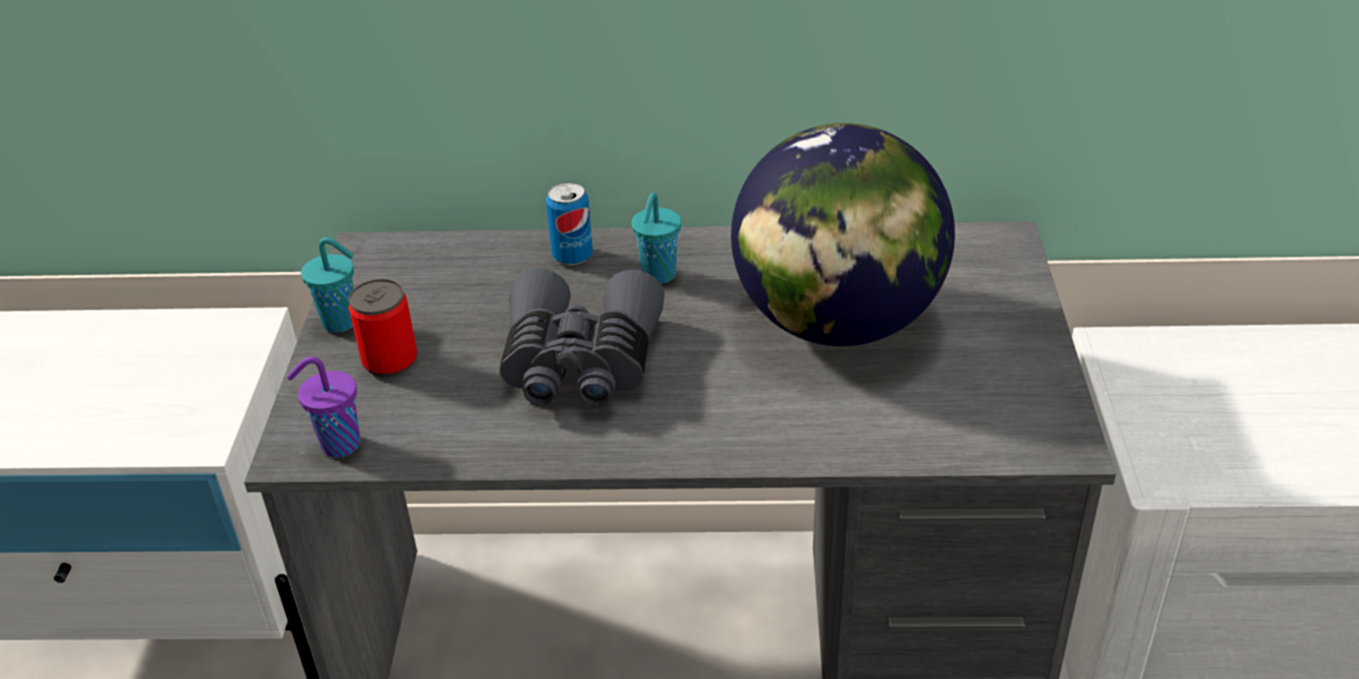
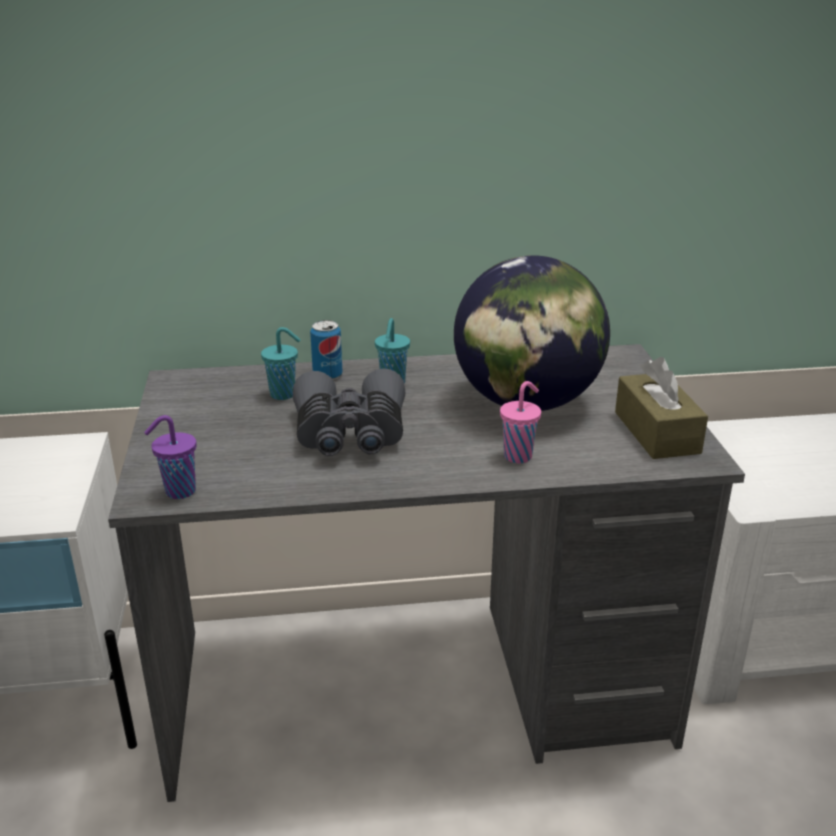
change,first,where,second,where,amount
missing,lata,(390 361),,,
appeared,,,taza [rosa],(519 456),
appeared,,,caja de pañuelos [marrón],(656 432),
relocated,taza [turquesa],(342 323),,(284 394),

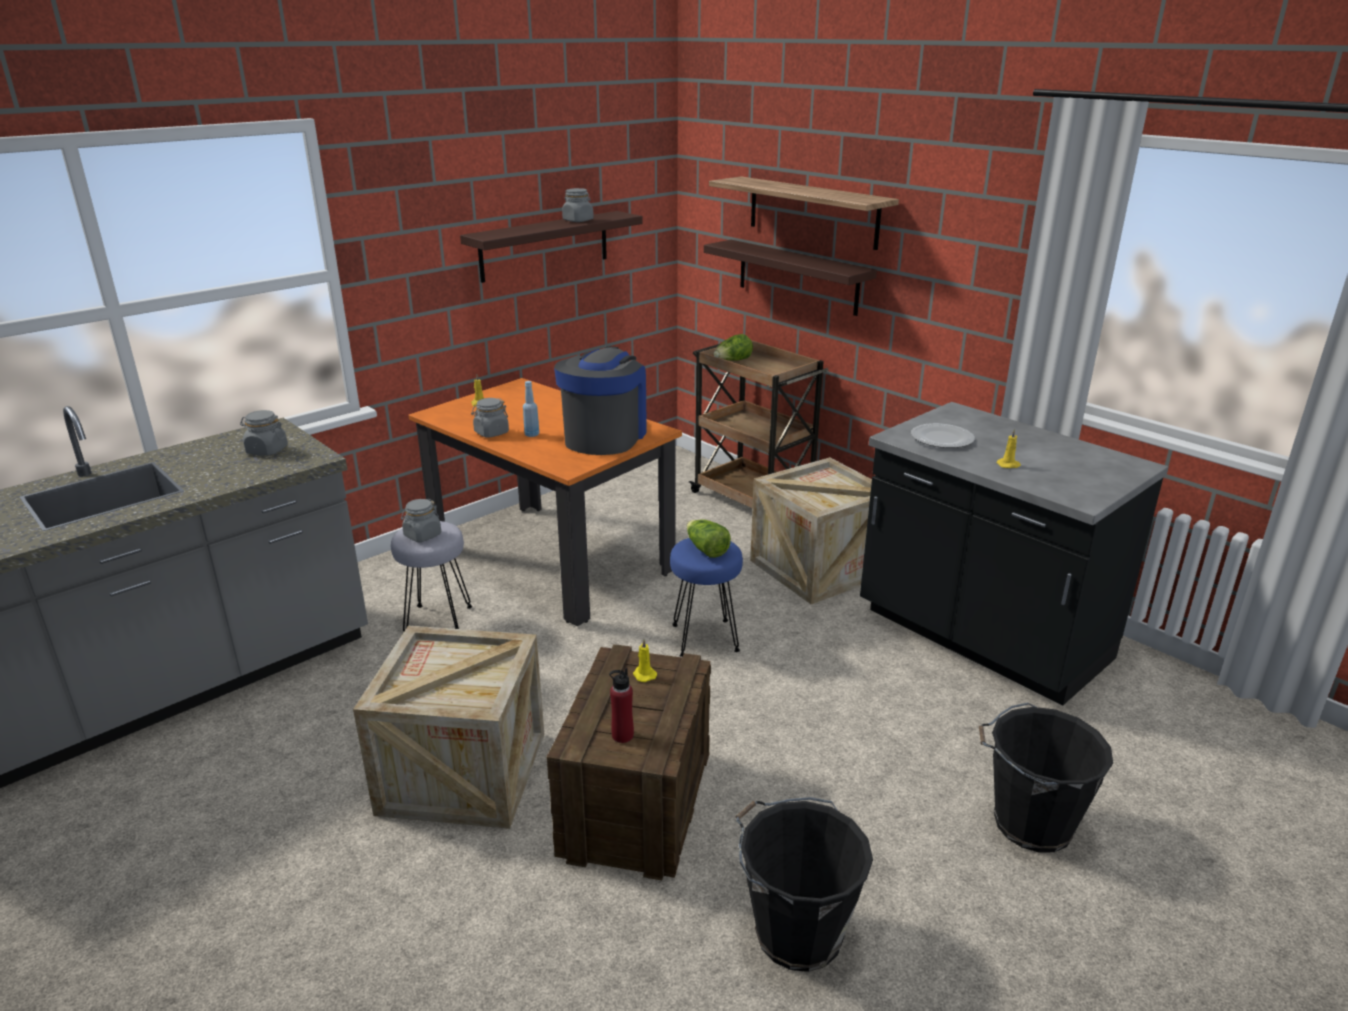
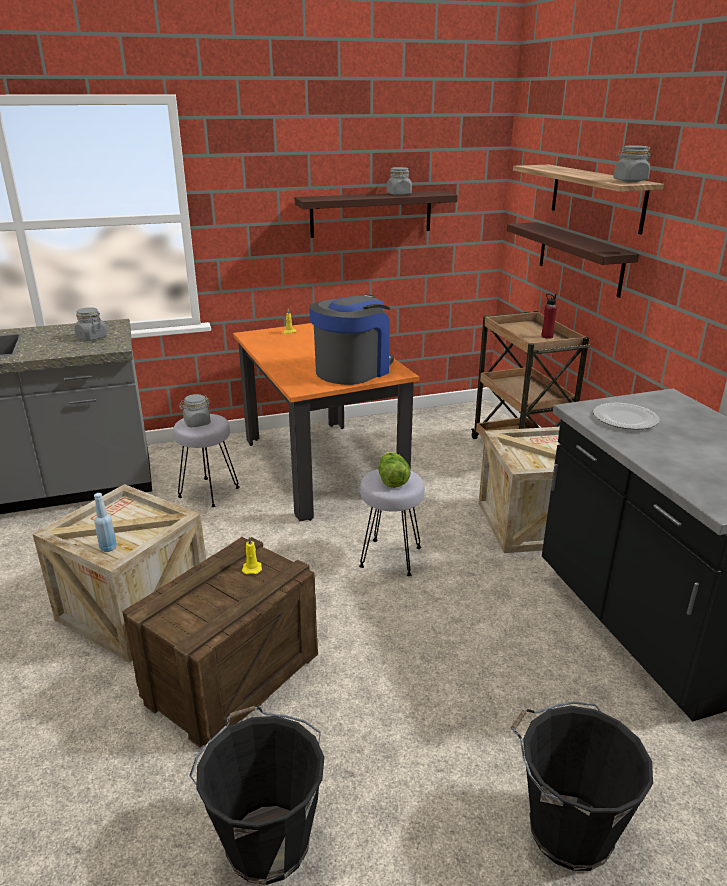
change,first,where,second,where,amount
missing,lechuga,(733 361),,,
missing,vela [amarillo],(1009 465),,,
relocated,tarro [gris],(491 433),,(630 181),
relocated,botella [azul],(532 434),,(108 548),
relocated,botella [rojo],(622 735),,(547 336),
colour,taburete [azul],(704 638),taburete [gris],(390 558),

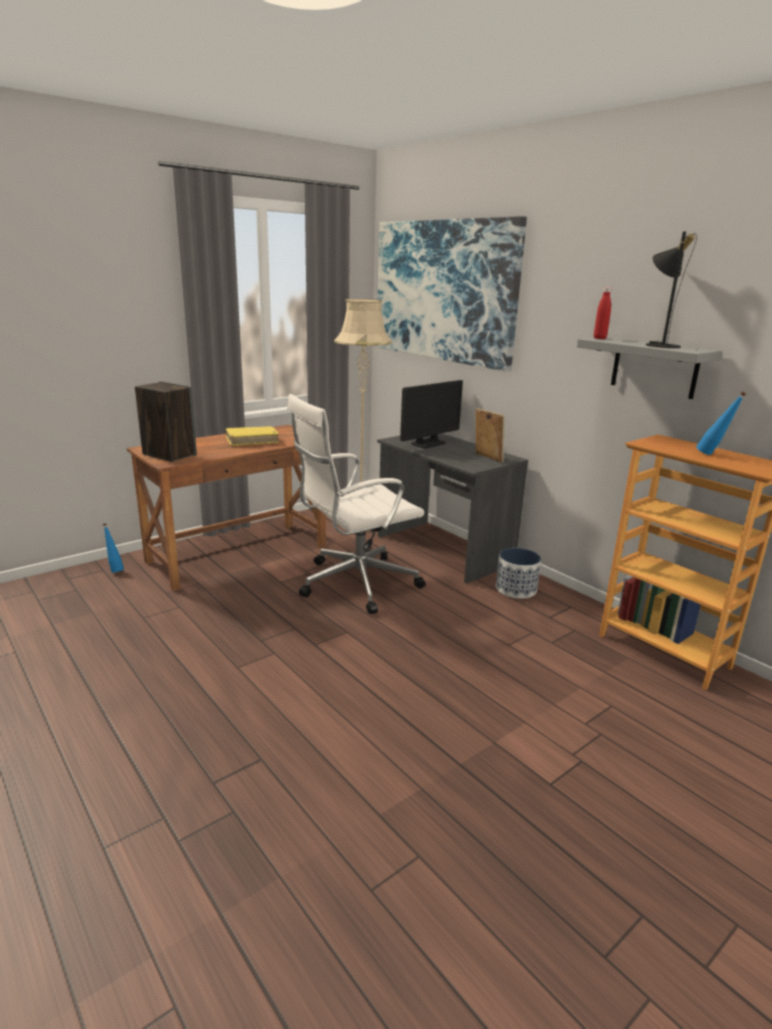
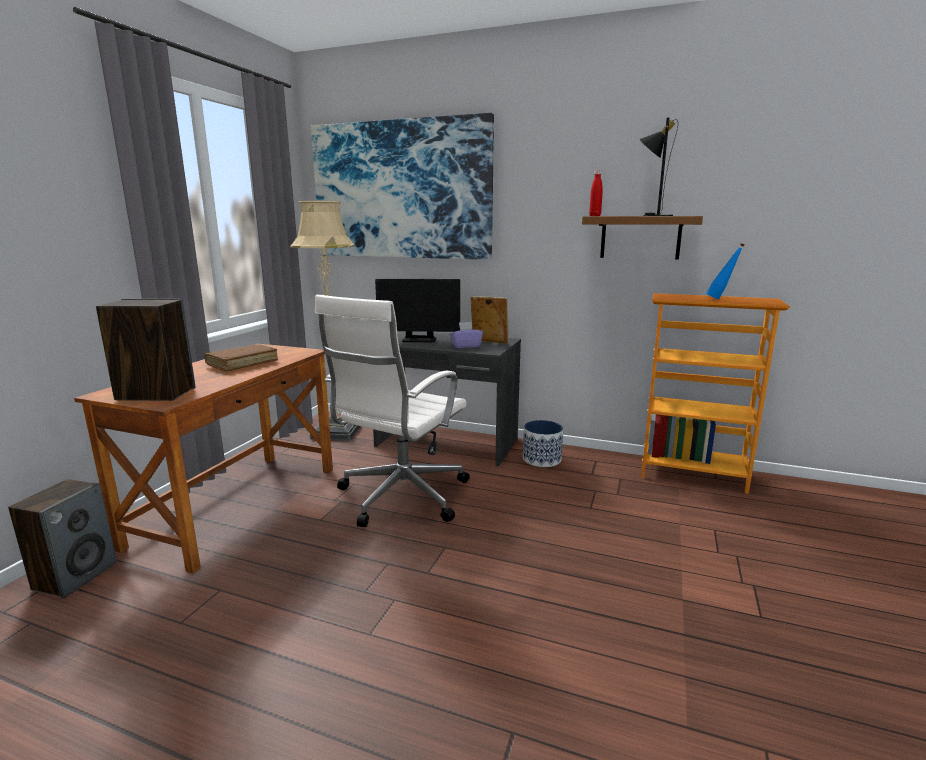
change,first,where,second,where,amount
appeared,,,caja de pañuelos [morado],(465 346),
exchanged,botella [azul],(115 570),altavoz,(75 576),
colour,libro [amarillo],(252 441),libro [marrón],(242 363),
colour,estante [gris],(654 367),estante [marrón],(640 237),
spun,monitor,(428 443),,(419 339),75 degrees clockwise

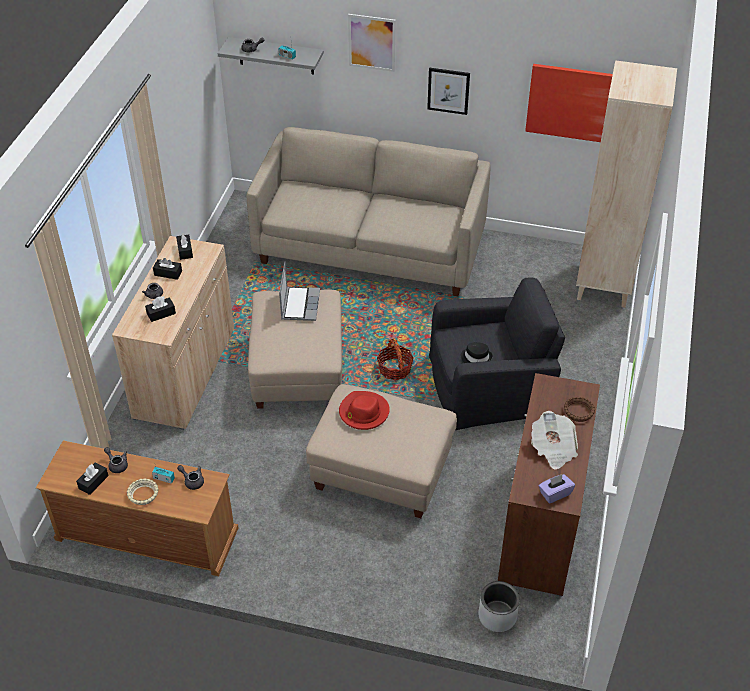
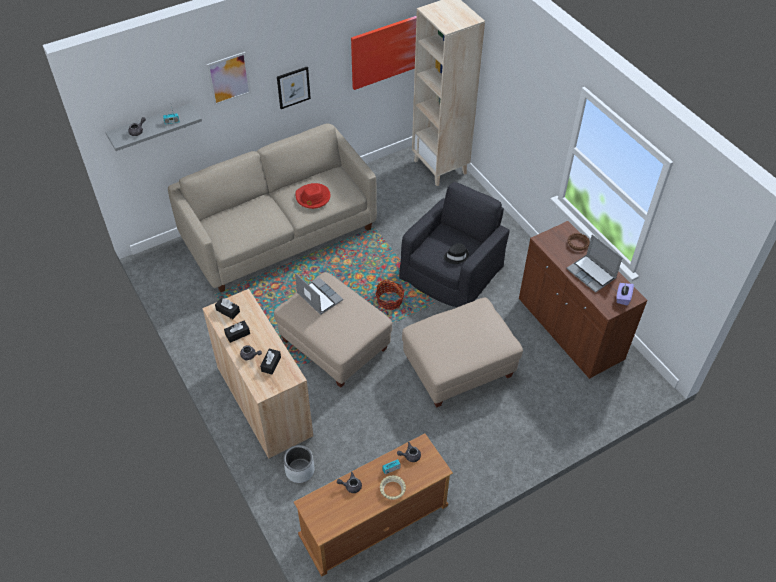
change,first,where,second,where,amount
missing,caja de pañuelos [negro],(93 482),,,
relocated,sombrero [rojo],(363 412),,(313 197),
relocated,maceta [gris],(497 616),,(300 470),
exchanged,periódico,(553 449),portátil,(592 274),

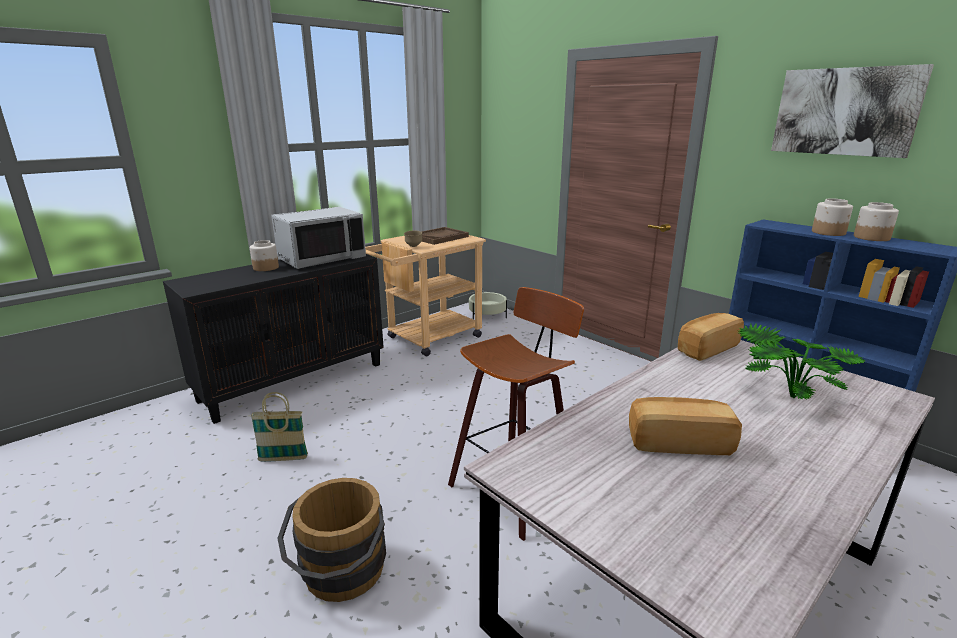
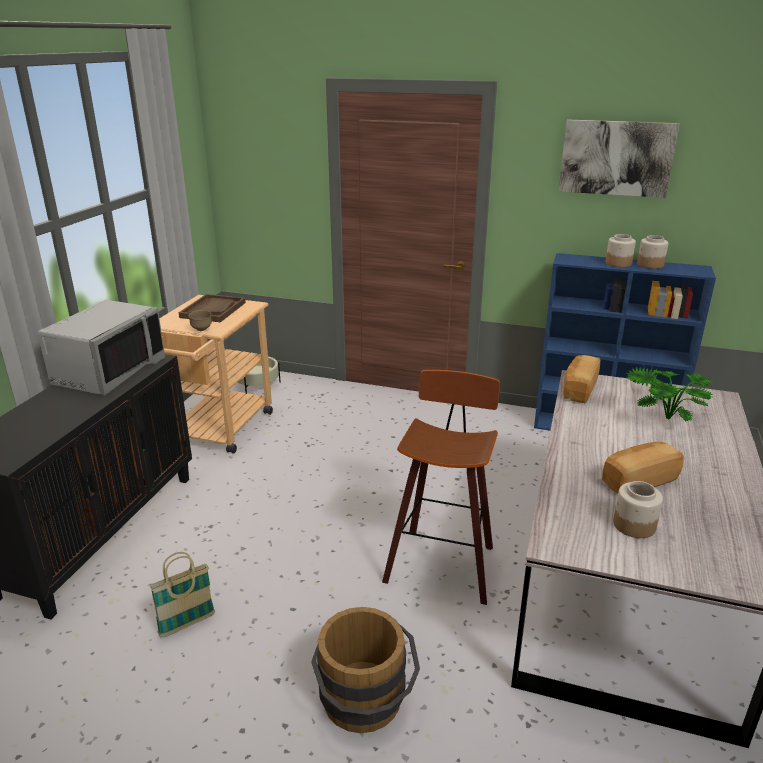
change,first,where,second,where,amount
relocated,tarro,(265 268),,(633 525),

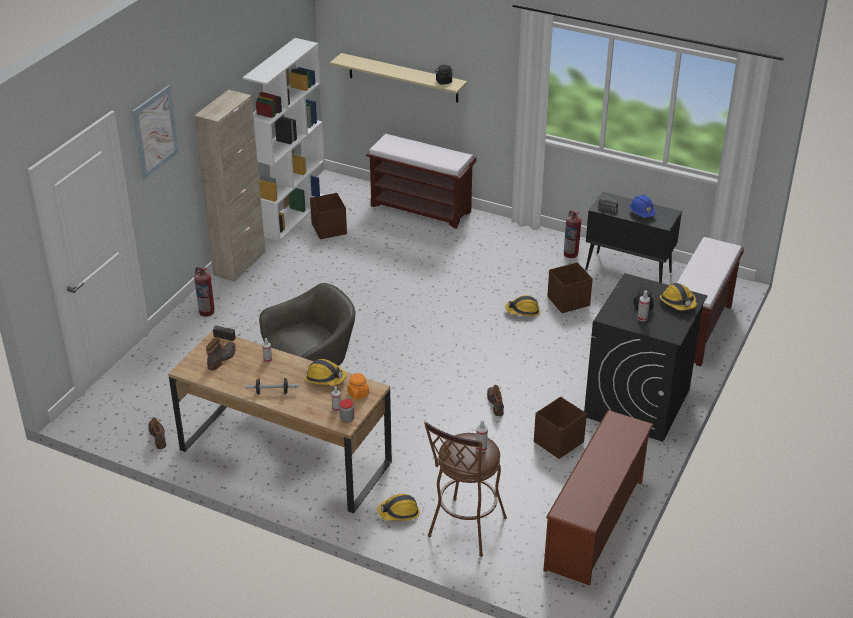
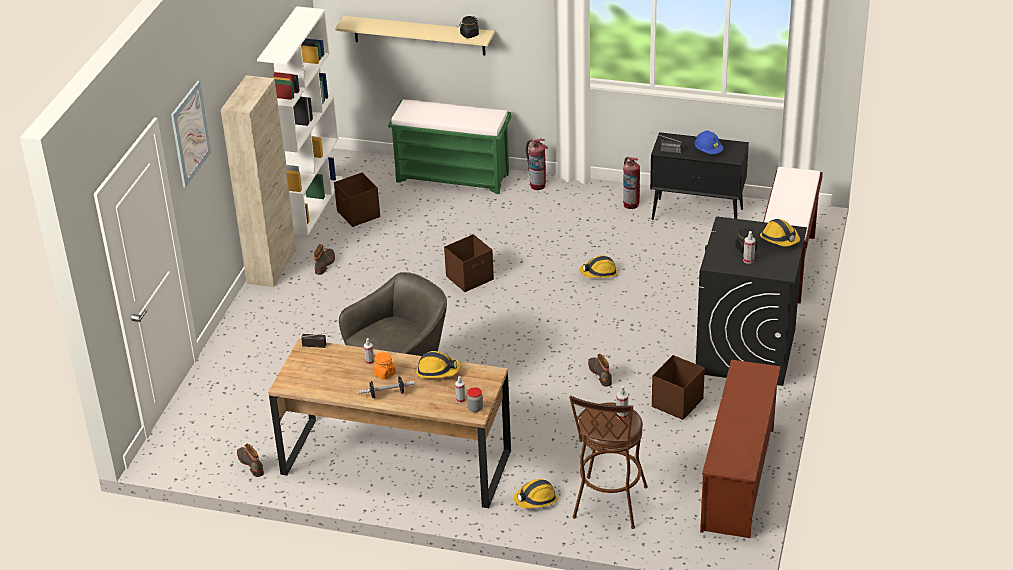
change,first,where,second,where,amount
relocated,extintor,(206 311),,(537 185),
relocated,bota,(222 358),,(325 263),
relocated,tarro [naranja],(358 393),,(384 373),
relocated,caja de almacenaje [marrón],(569 301),,(470 278),
colour,banco [marrón],(422 208),banco [verde],(454 177),

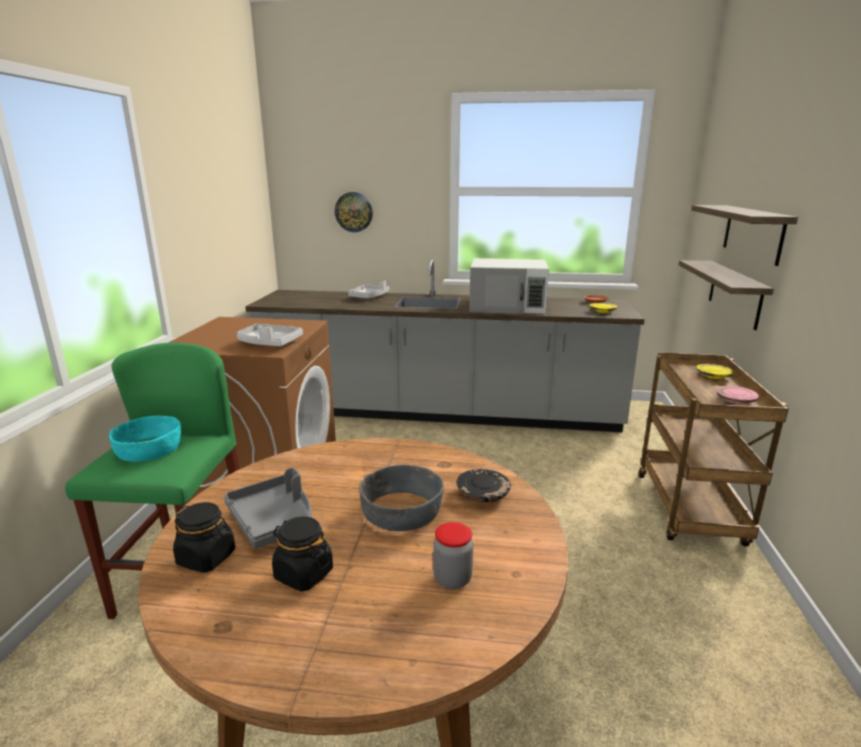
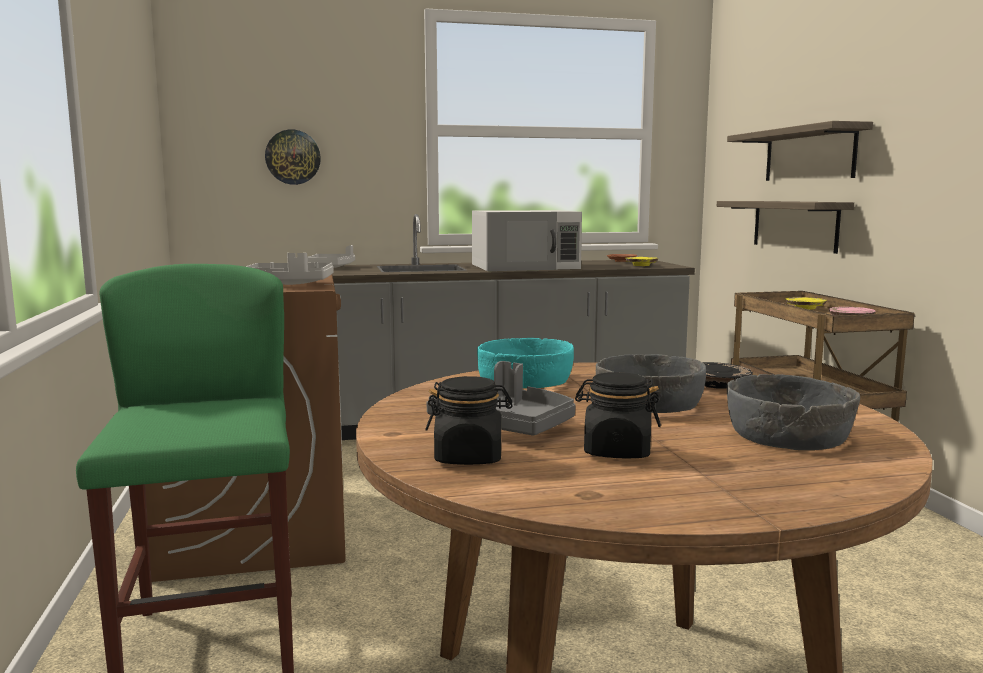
change,first,where,second,where,amount
relocated,cuenco [turquesa],(150 449),,(526 381),
exchanged,tarro,(452 579),cuenco [gris],(787 433),

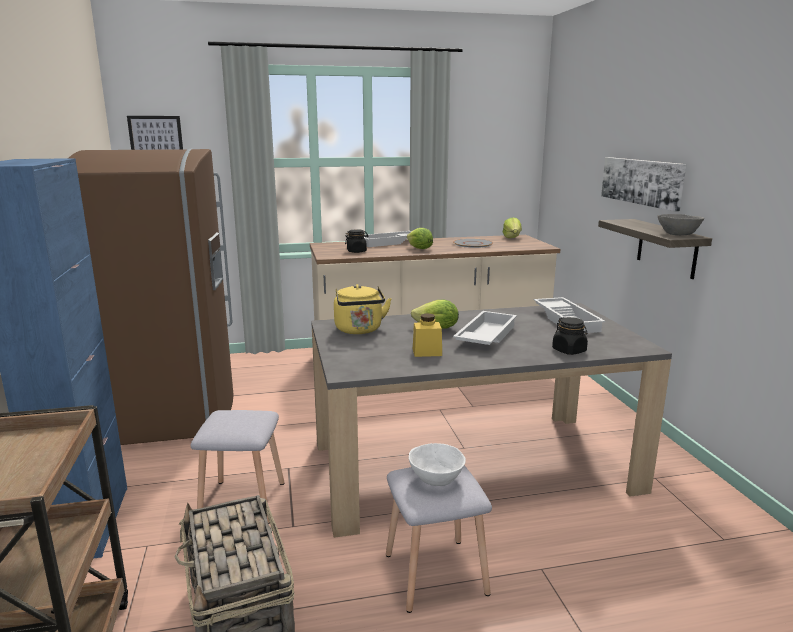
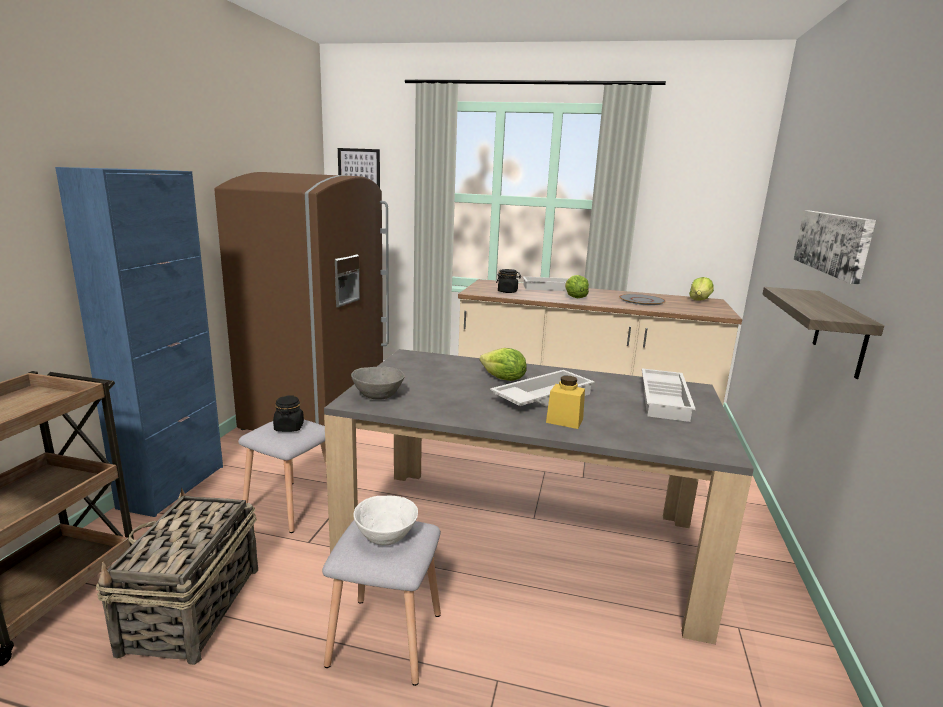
change,first,where,second,where,amount
missing,hervidor [amarillo],(359 330),,,
relocated,tarro [amarillo],(427 352),,(564 421),
relocated,tarro [negro],(569 350),,(289 427),
relocated,cuenco [gris],(678 234),,(378 395),

